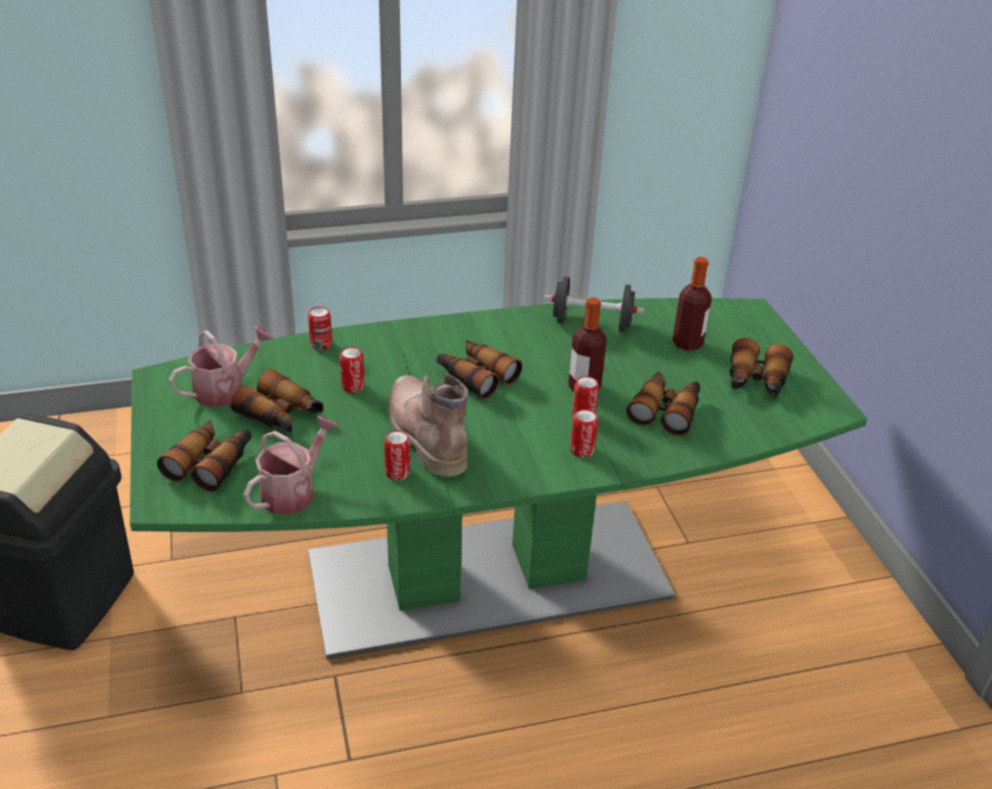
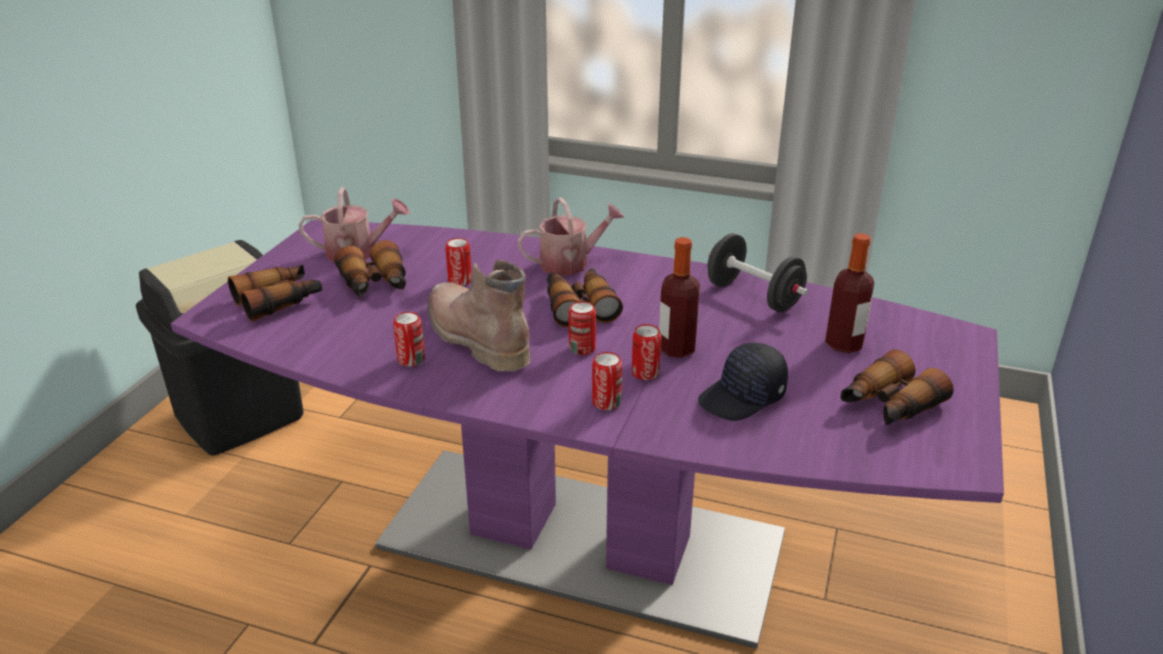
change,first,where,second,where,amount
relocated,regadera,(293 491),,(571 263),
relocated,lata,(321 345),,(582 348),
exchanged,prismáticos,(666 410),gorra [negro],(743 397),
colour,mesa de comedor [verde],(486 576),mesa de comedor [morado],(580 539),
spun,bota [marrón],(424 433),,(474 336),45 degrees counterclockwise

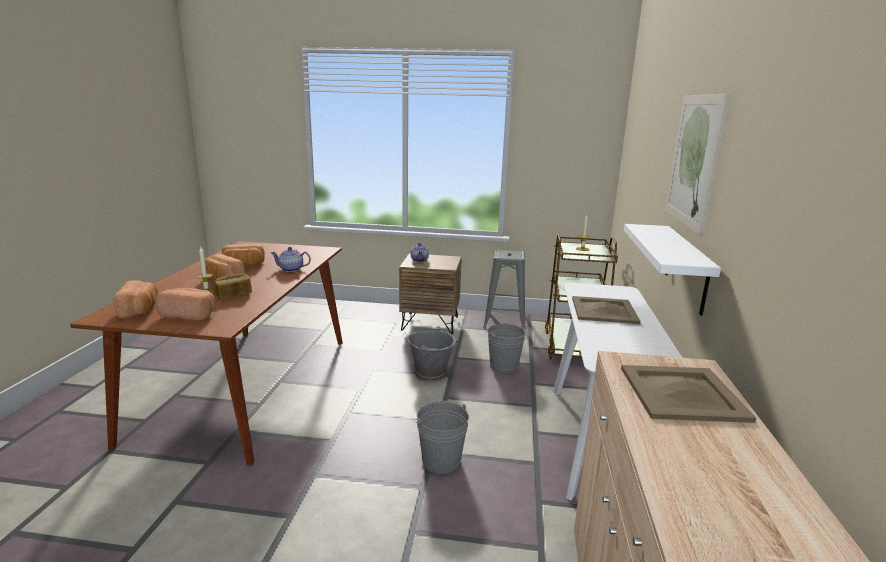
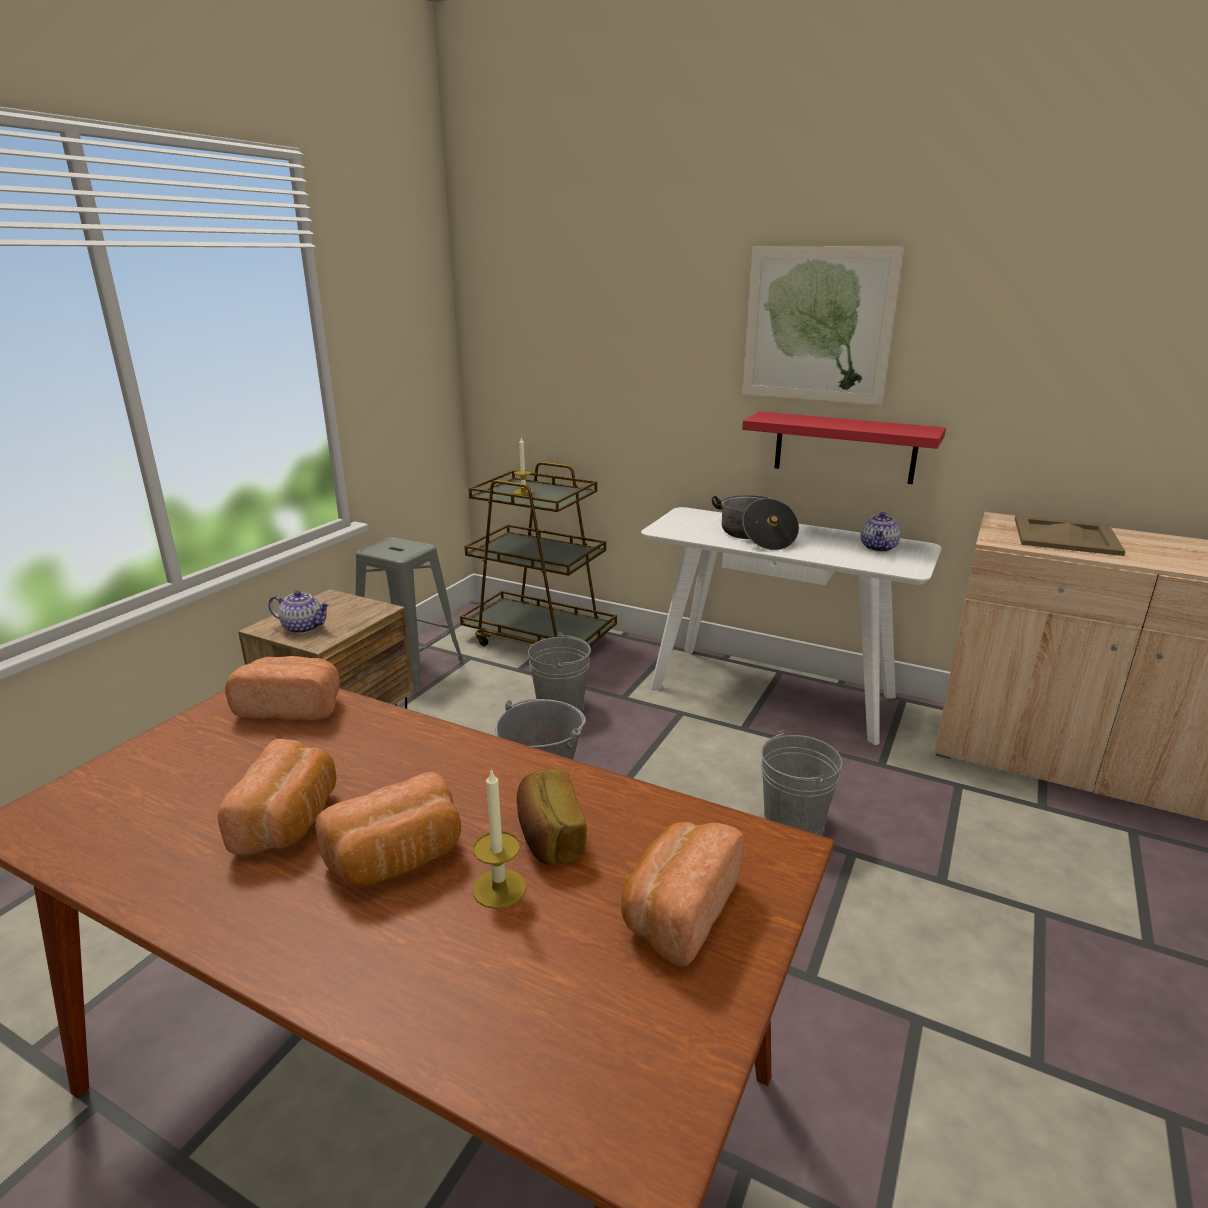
change,first,where,second,where,amount
relocated,pan,(140 310),,(292 707),
relocated,tetera,(291 269),,(879 547),
exchanged,bandeja [beis],(604 310),olla,(755 536),
colour,estante [blanco],(686 268),estante [rojo],(844 447),

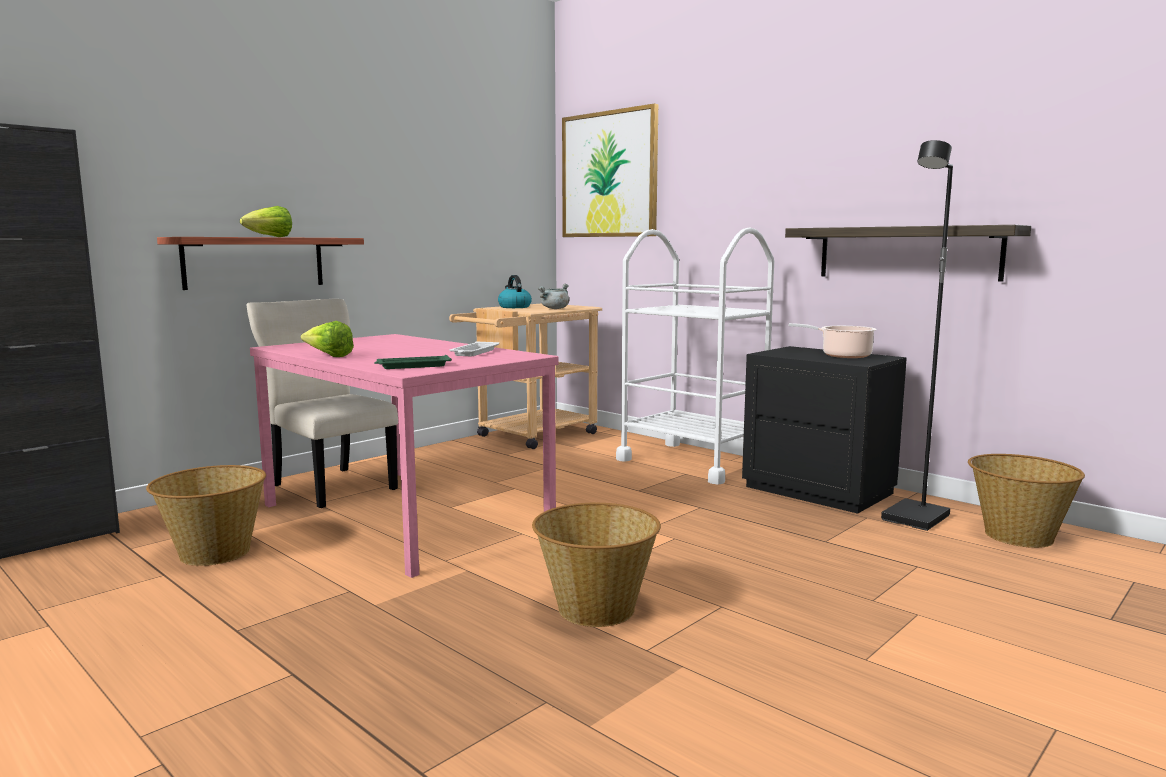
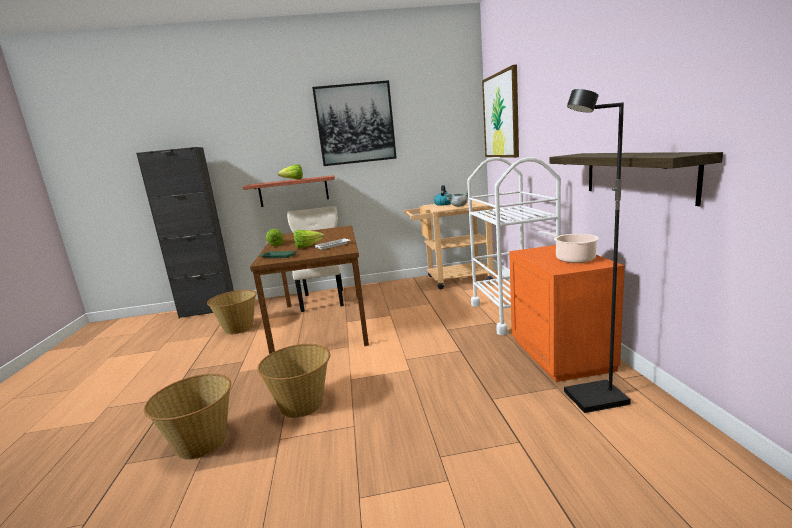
change,first,where,second,where,amount
appeared,,,lechuga,(307 247),
appeared,,,cuadro,(355 124),
relocated,cesta,(1017 536),,(201 442),
colour,mesa de comedor [rosa],(402 515),mesa de comedor [marrón],(321 322),
colour,mesita de noche [negro],(819 490),mesita de noche [naranja],(562 354),

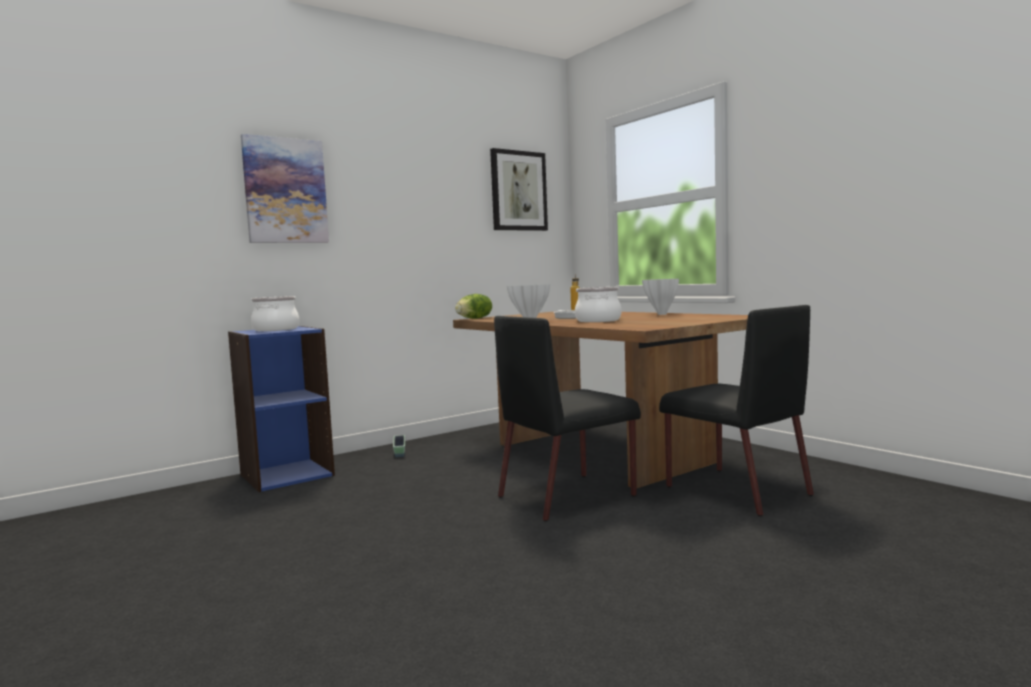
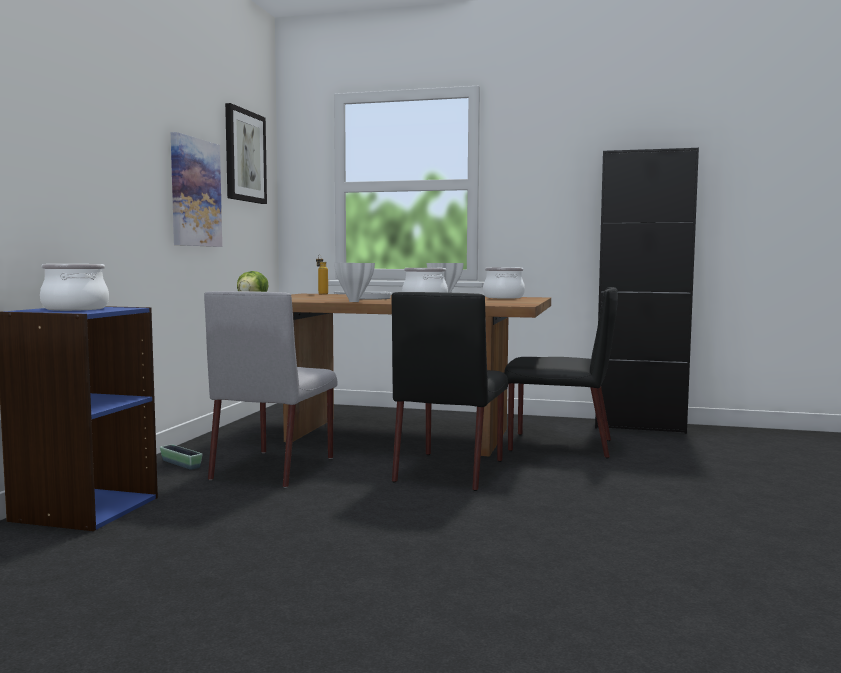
change,first,where,second,where,amount
appeared,,,silla [gris],(274 467),
appeared,,,olla,(503 297),
appeared,,,armario [negro],(639 426),
relocated,cuadro,(285 191),,(195 192),

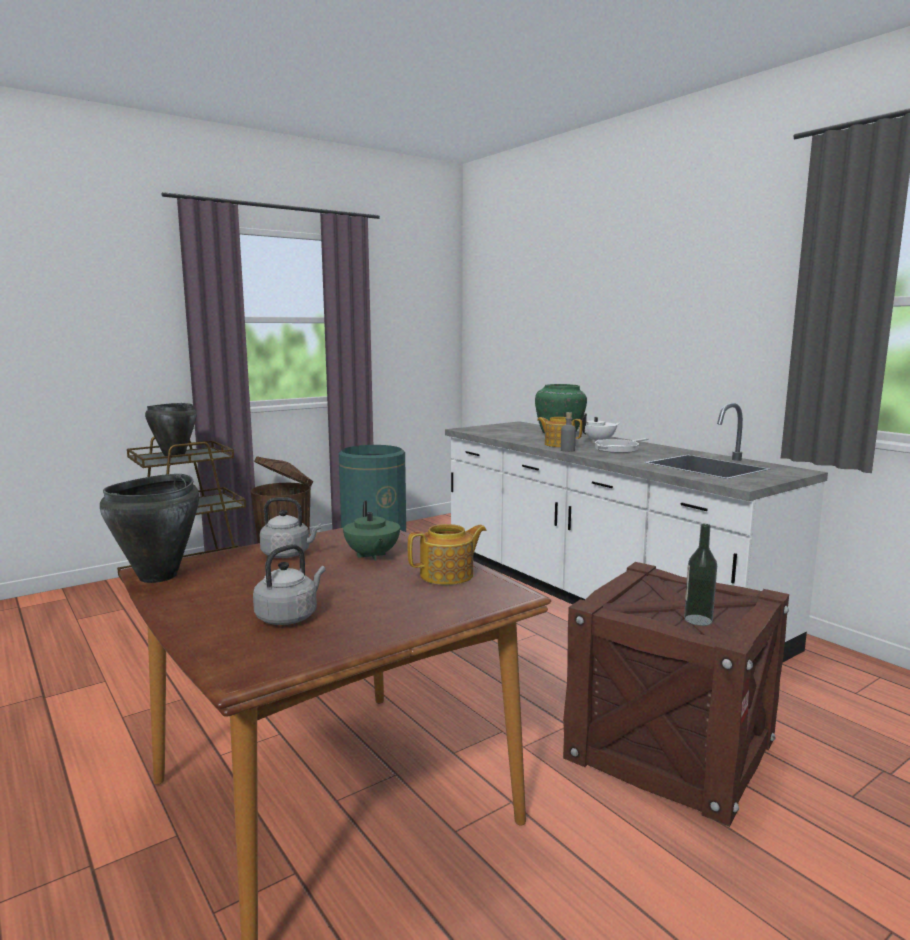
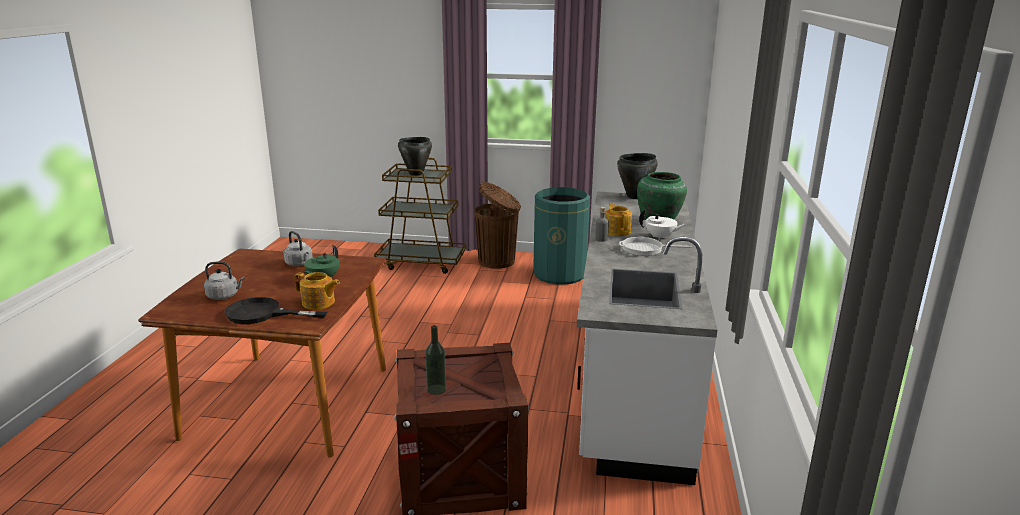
change,first,where,second,where,amount
appeared,,,sartén [negro],(263 314),
relocated,olla [negro],(159 576),,(635 197),

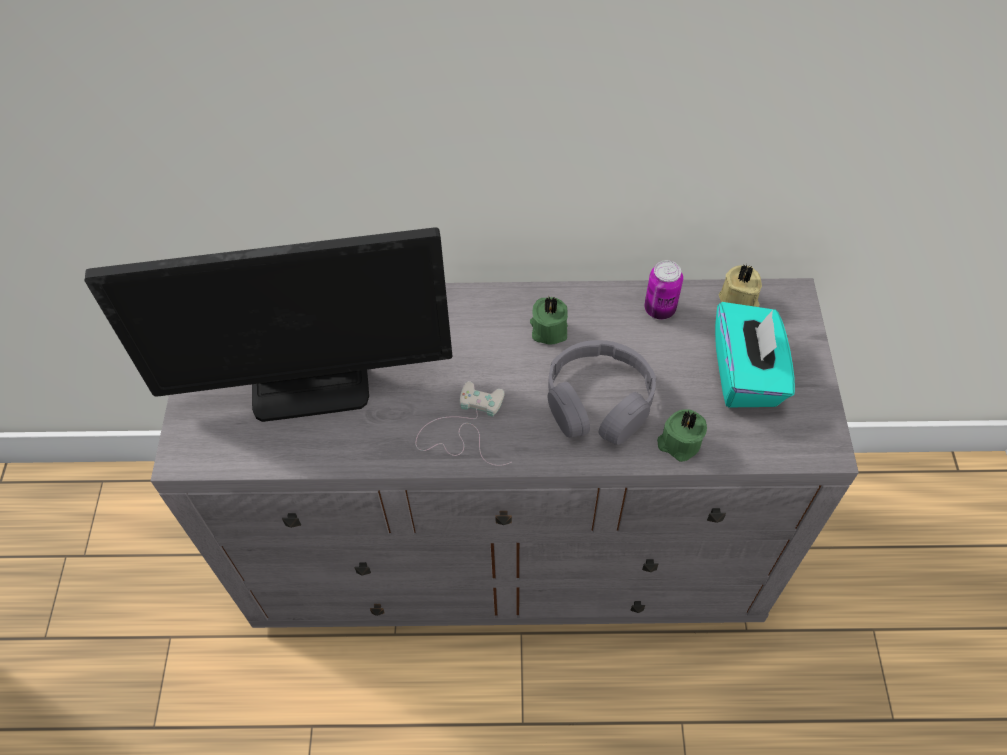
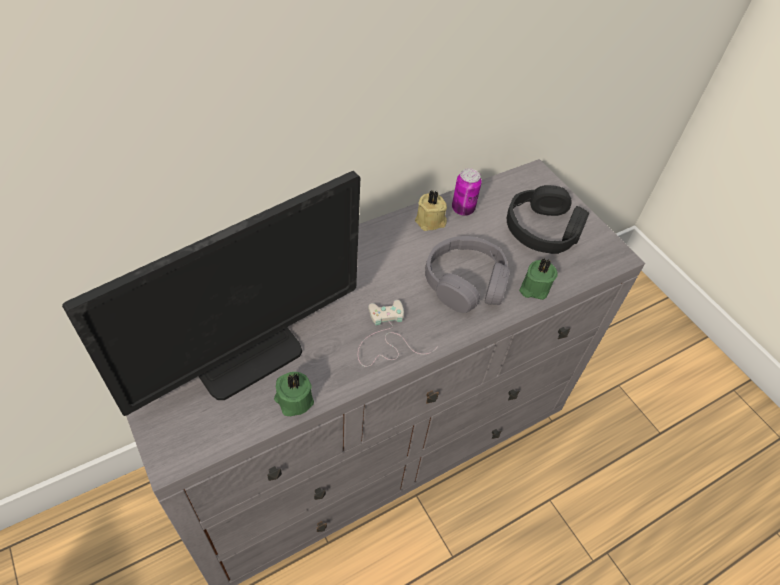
change,first,where,second,where,amount
relocated,vela [verde],(548 329),,(293 400),
relocated,vela [beis],(738 302),,(431 221),
exchanged,caja de pañuelos [turquesa],(746 374),auriculares [negro],(543 229),

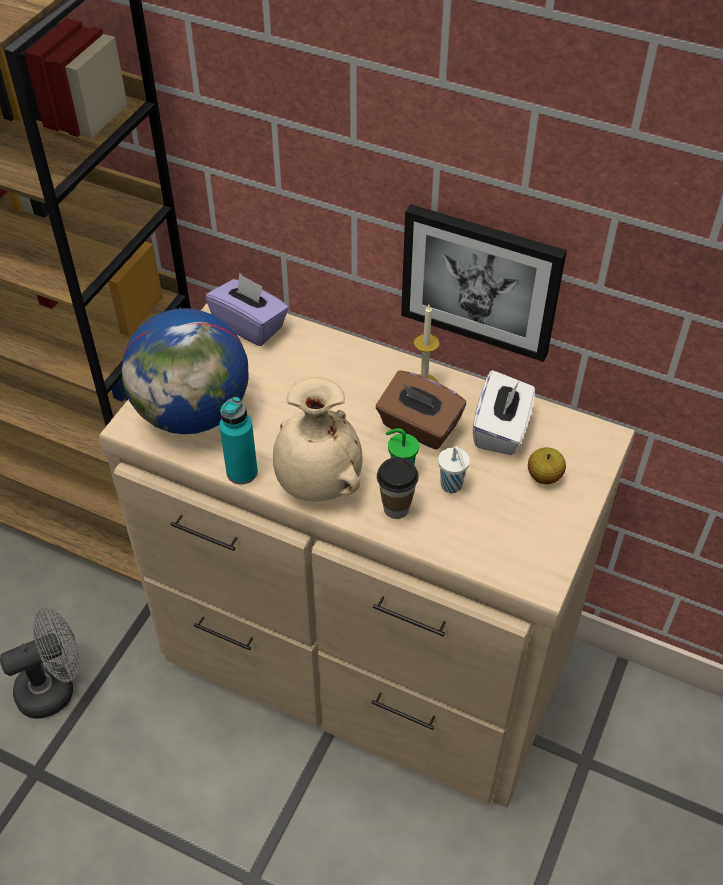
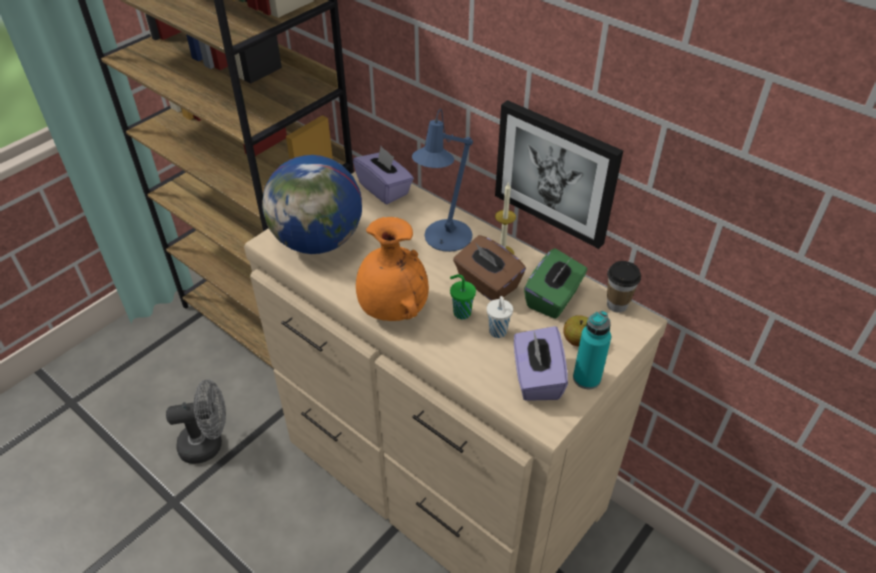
change,first,where,second,where,amount
appeared,,,lámpara de mesa [azul],(444 239),
appeared,,,caja de pañuelos [morado],(536 378),
relocated,botella [turquesa],(242 472),,(586 378),
relocated,taza,(396 508),,(617 305),
colour,florero [beis],(317 482),florero [naranja],(392 308),
colour,caja de pañuelos [blanco],(501 430),caja de pañuelos [verde],(553 298),

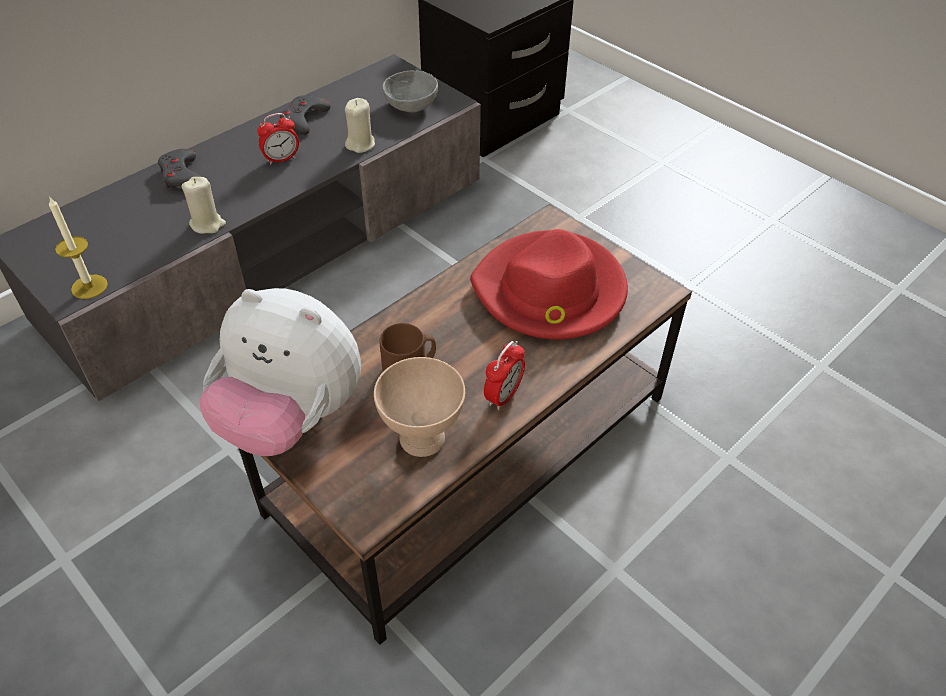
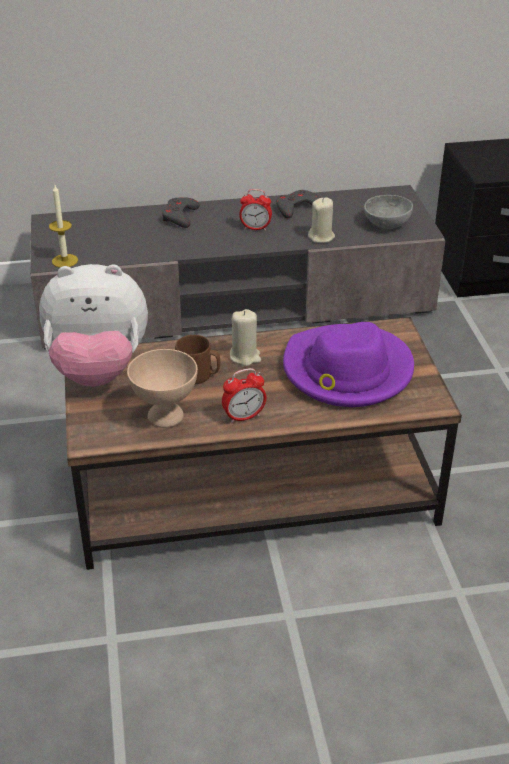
change,first,where,second,where,amount
relocated,vela [beis],(207 224),,(245 356),
colour,sombrero [rojo],(550 291),sombrero [morado],(346 371),
spun,peluche,(291 418),,(98 370),60 degrees counterclockwise

